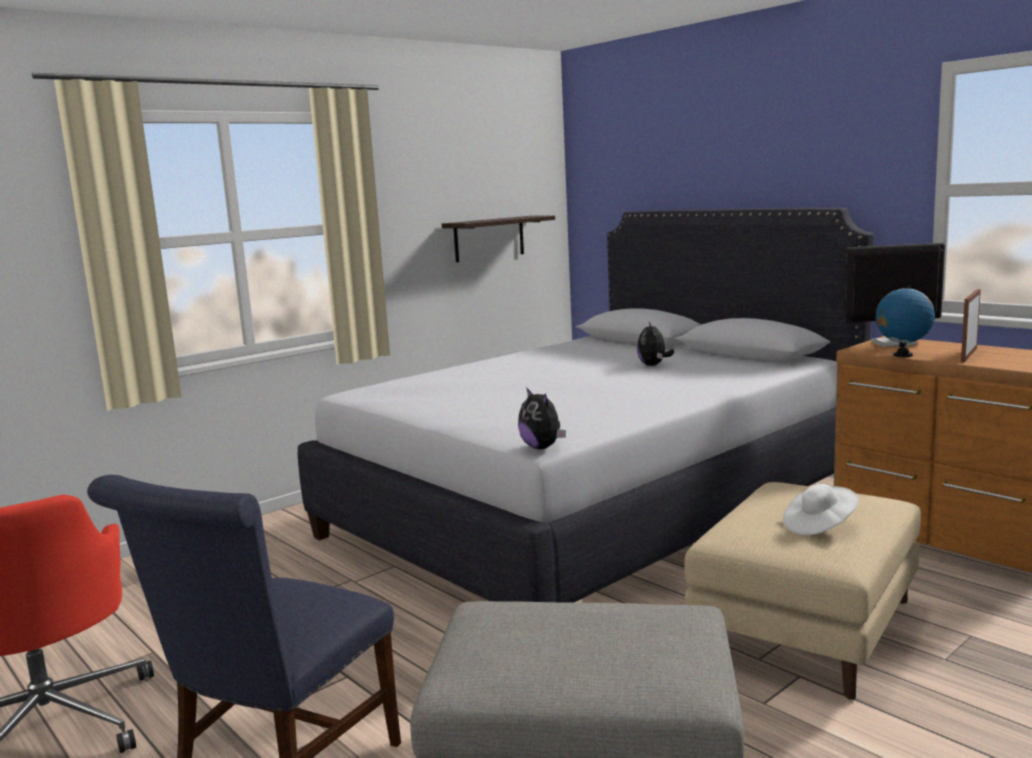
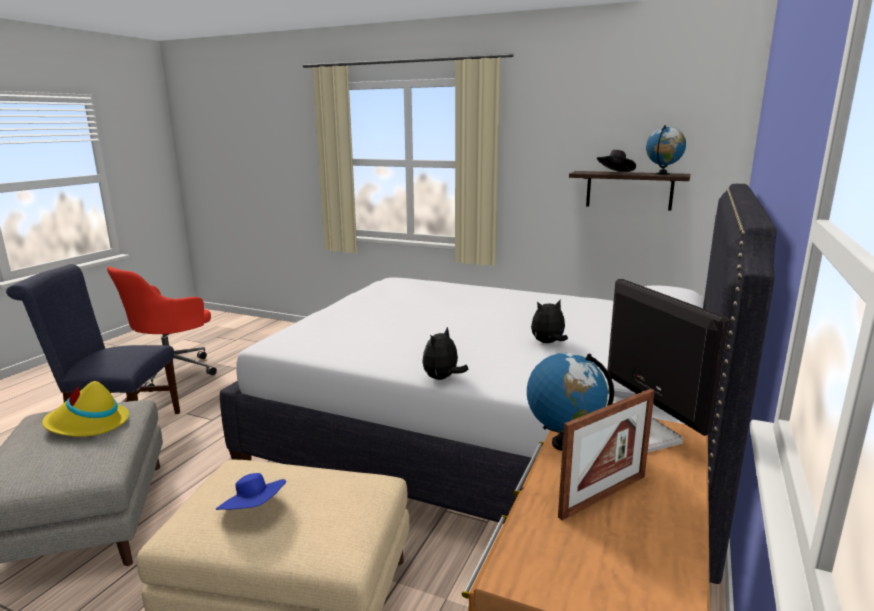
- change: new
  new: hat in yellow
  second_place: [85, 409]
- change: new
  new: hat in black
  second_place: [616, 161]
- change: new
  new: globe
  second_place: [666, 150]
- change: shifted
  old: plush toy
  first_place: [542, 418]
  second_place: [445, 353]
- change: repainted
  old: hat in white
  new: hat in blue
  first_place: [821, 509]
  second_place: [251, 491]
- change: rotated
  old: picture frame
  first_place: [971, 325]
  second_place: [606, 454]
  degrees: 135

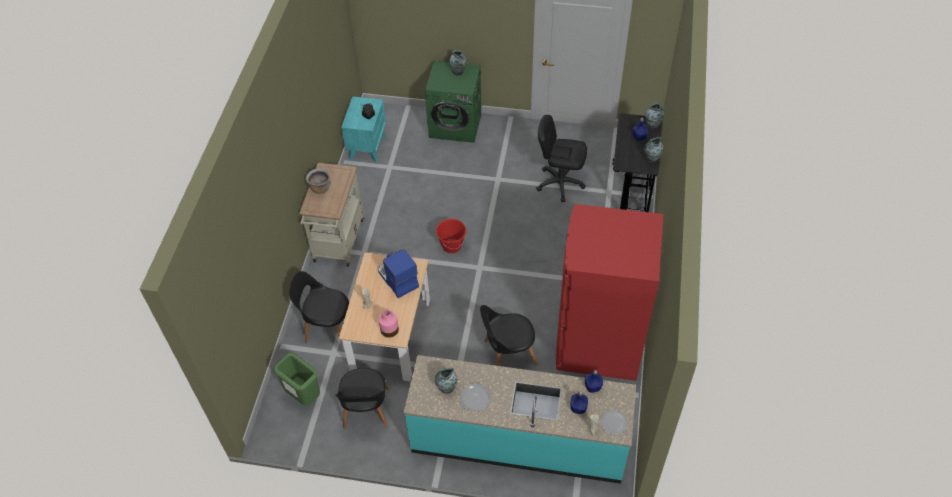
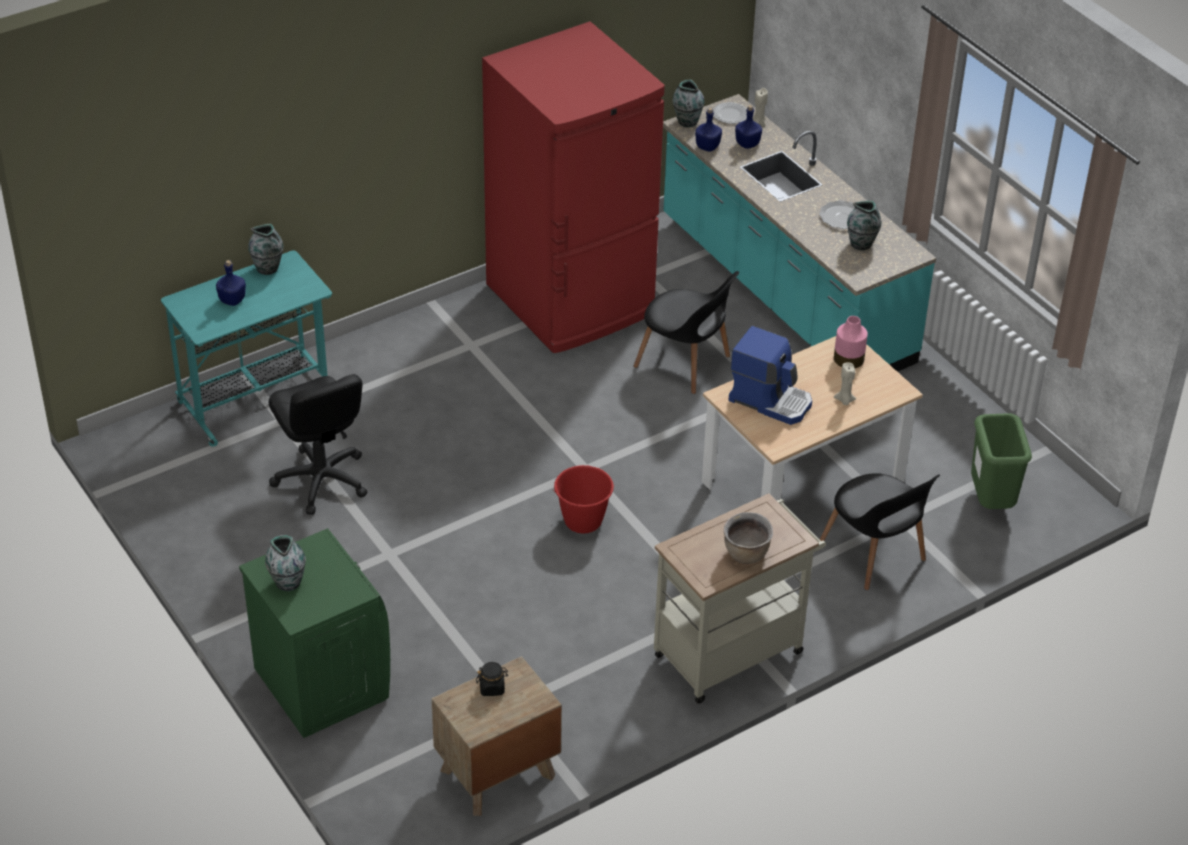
- change: gone
  old: chair in black
  first_place: [362, 398]
- change: shifted
  old: vase
  first_place: [654, 116]
  second_place: [689, 103]
- change: repainted
  old: nightstand in turquoise
  new: nightstand in brown
  first_place: [363, 129]
  second_place: [496, 736]
- change: repainted
  old: desk in black
  new: desk in turquoise
  first_place: [637, 162]
  second_place: [246, 348]
- change: rotated
  old: coffee machine
  first_place: [398, 273]
  second_place: [770, 375]
  degrees: -75

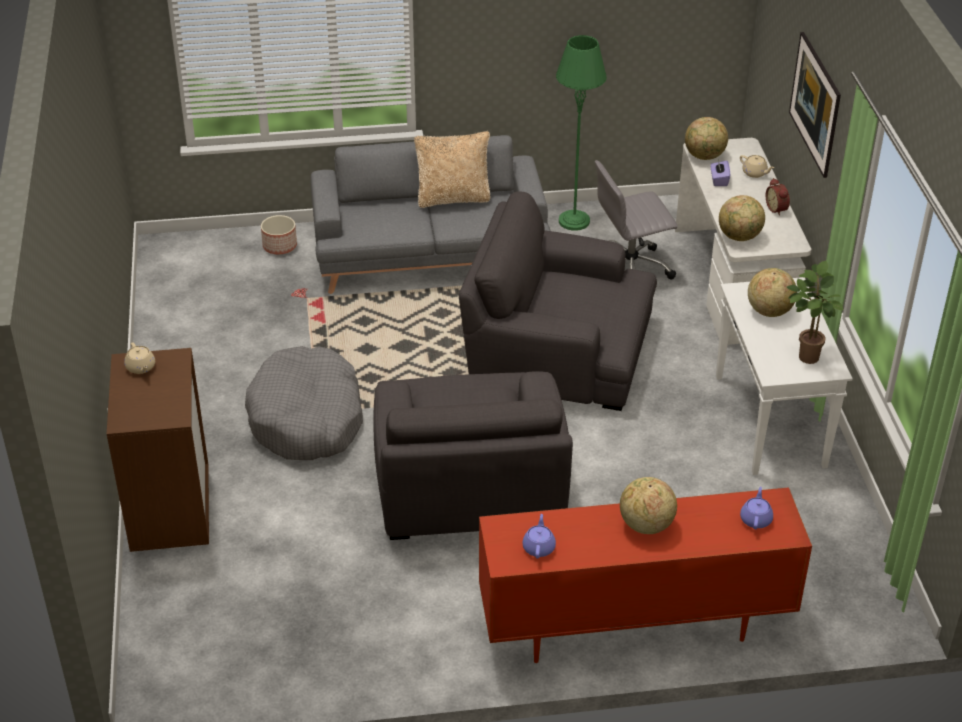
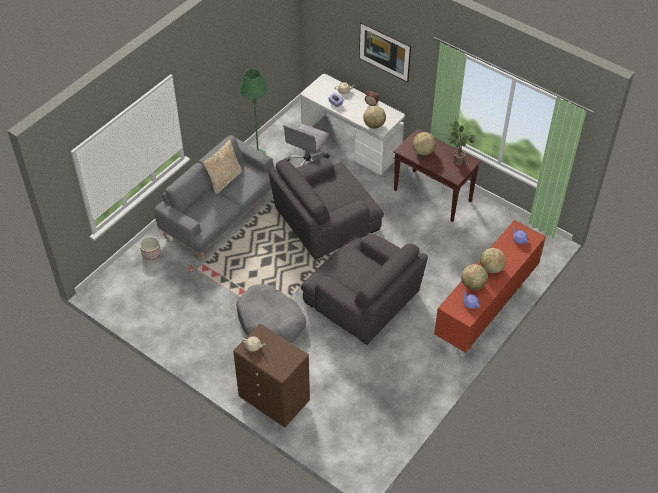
- change: shifted
  old: globe
  first_place: [706, 138]
  second_place: [474, 277]
- change: repainted
  old: console table in white
  new: console table in brown
  first_place: [784, 376]
  second_place: [437, 175]

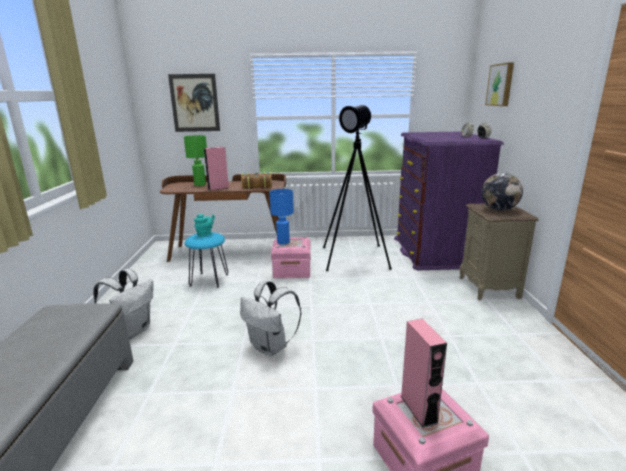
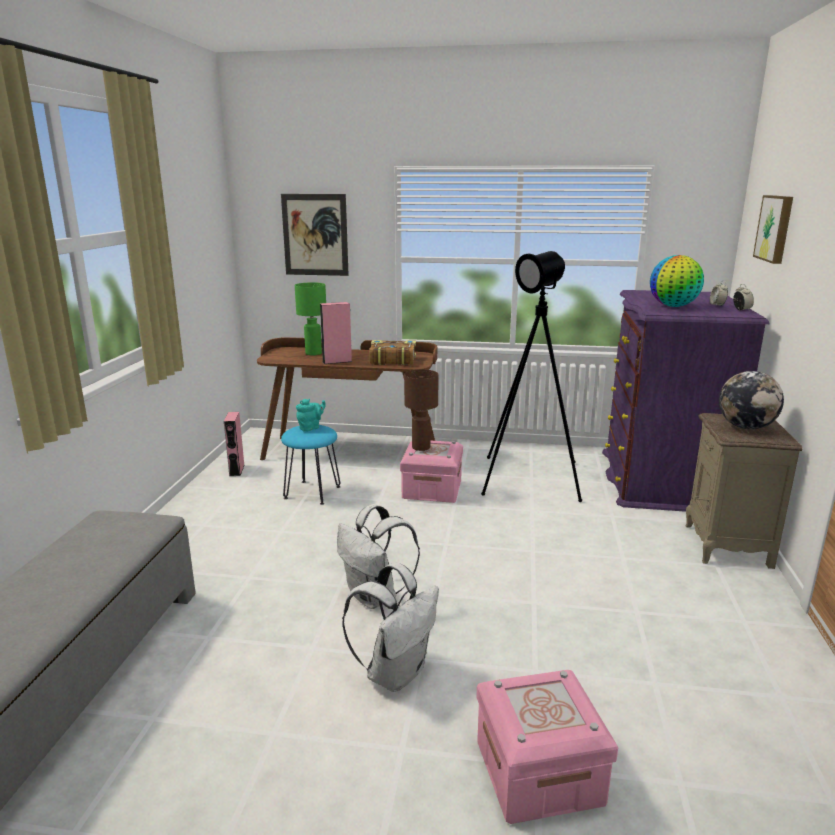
- change: new
  new: globe
  second_place: [677, 281]
- change: shifted
  old: backpack in white
  first_place: [123, 304]
  second_place: [390, 627]
- change: shifted
  old: speaker in pink
  first_place: [424, 373]
  second_place: [234, 444]
- change: repainted
  old: table lamp in blue
  new: table lamp in brown
  first_place: [281, 217]
  second_place: [421, 410]

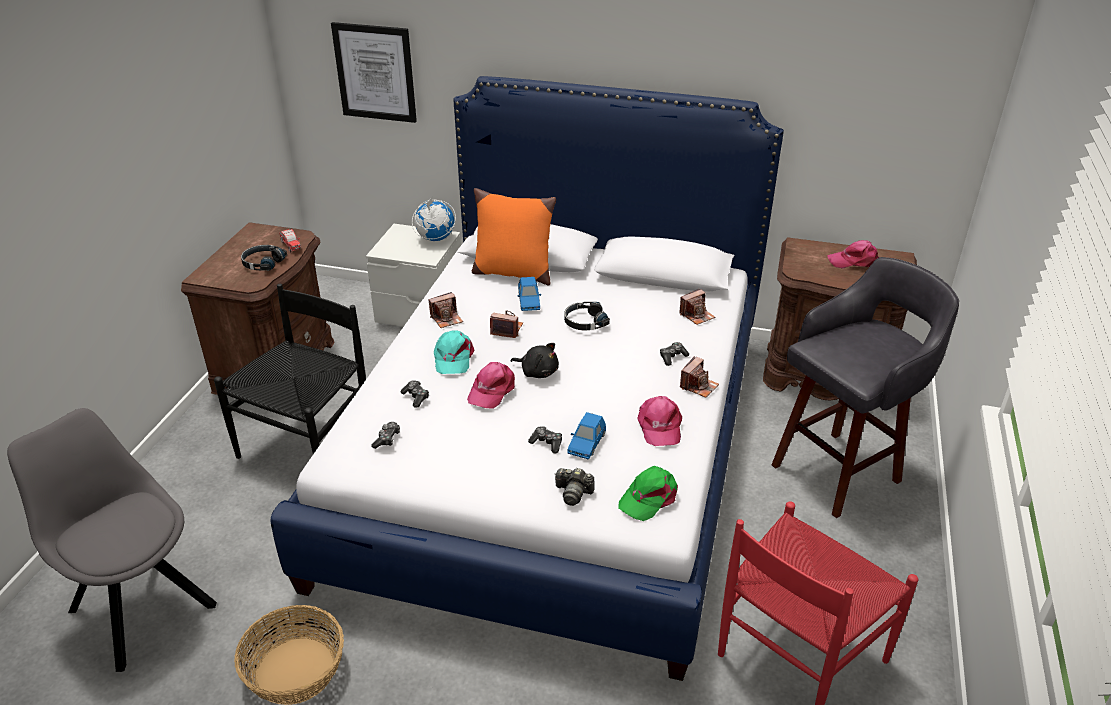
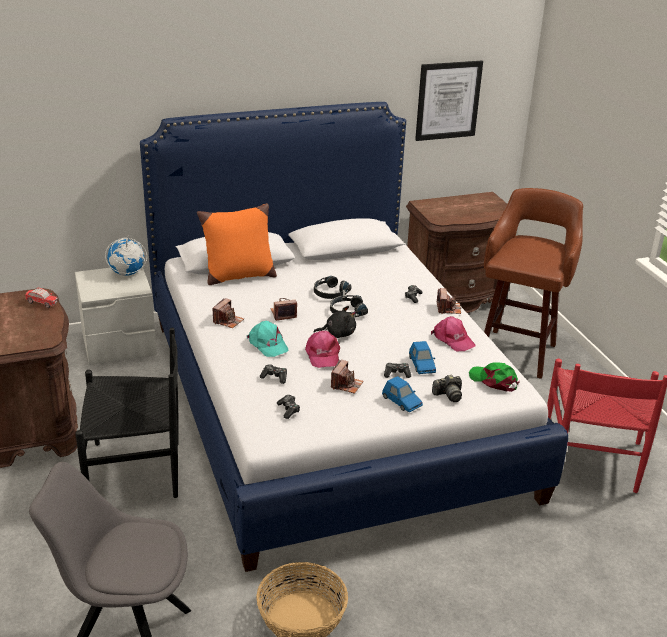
- change: gone
  old: cap in pink
  first_place: [853, 254]
- change: shifted
  old: headphones in black
  first_place: [264, 258]
  second_place: [349, 306]
- change: shifted
  old: picture
  first_place: [374, 72]
  second_place: [449, 100]
- change: shifted
  old: toy car in blue
  first_place: [529, 294]
  second_place: [402, 394]
- change: shifted
  old: photo camera
  first_place: [697, 307]
  second_place: [347, 376]
- change: repainted
  old: stool in grey
  new: stool in brown
  first_place: [865, 387]
  second_place: [533, 283]
- change: rotated
  old: chair in black
  first_place: [290, 371]
  second_place: [126, 413]
  degrees: 90
- change: rotated
  old: cap in green
  first_place: [648, 493]
  second_place: [494, 377]
  degrees: 120

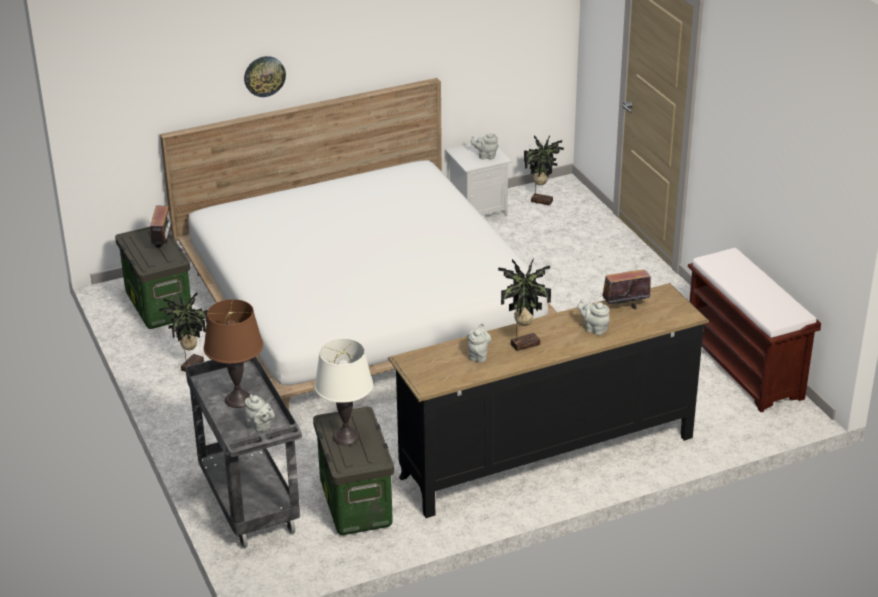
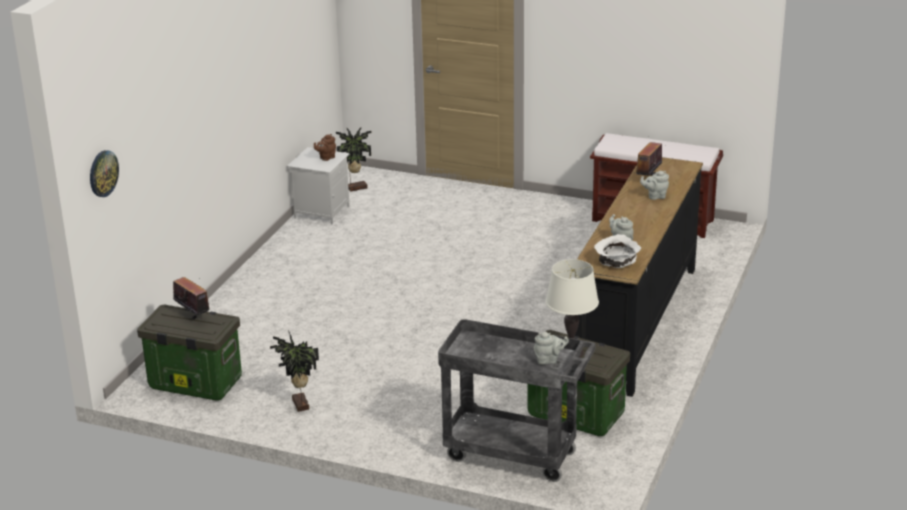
- change: gone
  old: bed in white
  first_place: [359, 244]
- change: gone
  old: table lamp in brown
  first_place: [233, 353]
- change: gone
  old: potted plant
  first_place: [524, 305]
- change: new
  new: bowl in white
  second_place: [617, 251]
- change: shifted
  old: wall clock
  first_place: [265, 76]
  second_place: [104, 173]
- change: repainted
  old: teapot in grey
  new: teapot in brown
  first_place: [484, 146]
  second_place: [325, 147]

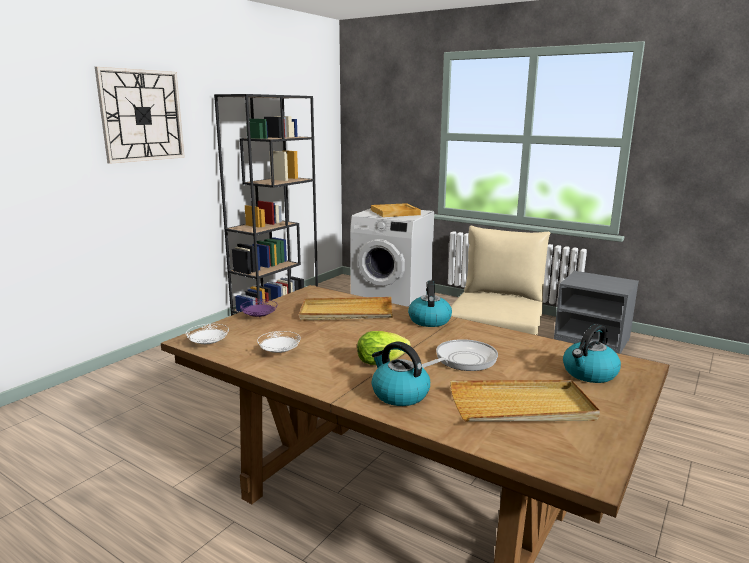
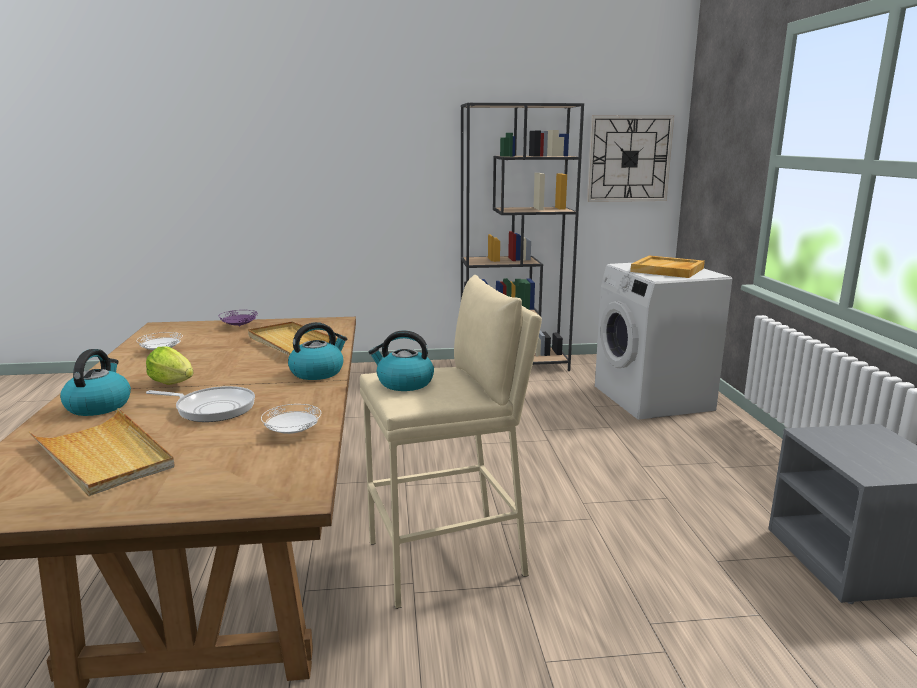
- change: shifted
  old: wall clock
  first_place: [140, 115]
  second_place: [630, 158]
- change: shifted
  old: plate in white
  first_place: [207, 334]
  second_place: [291, 419]
- change: shifted
  old: kettle
  first_place: [592, 353]
  second_place: [401, 361]

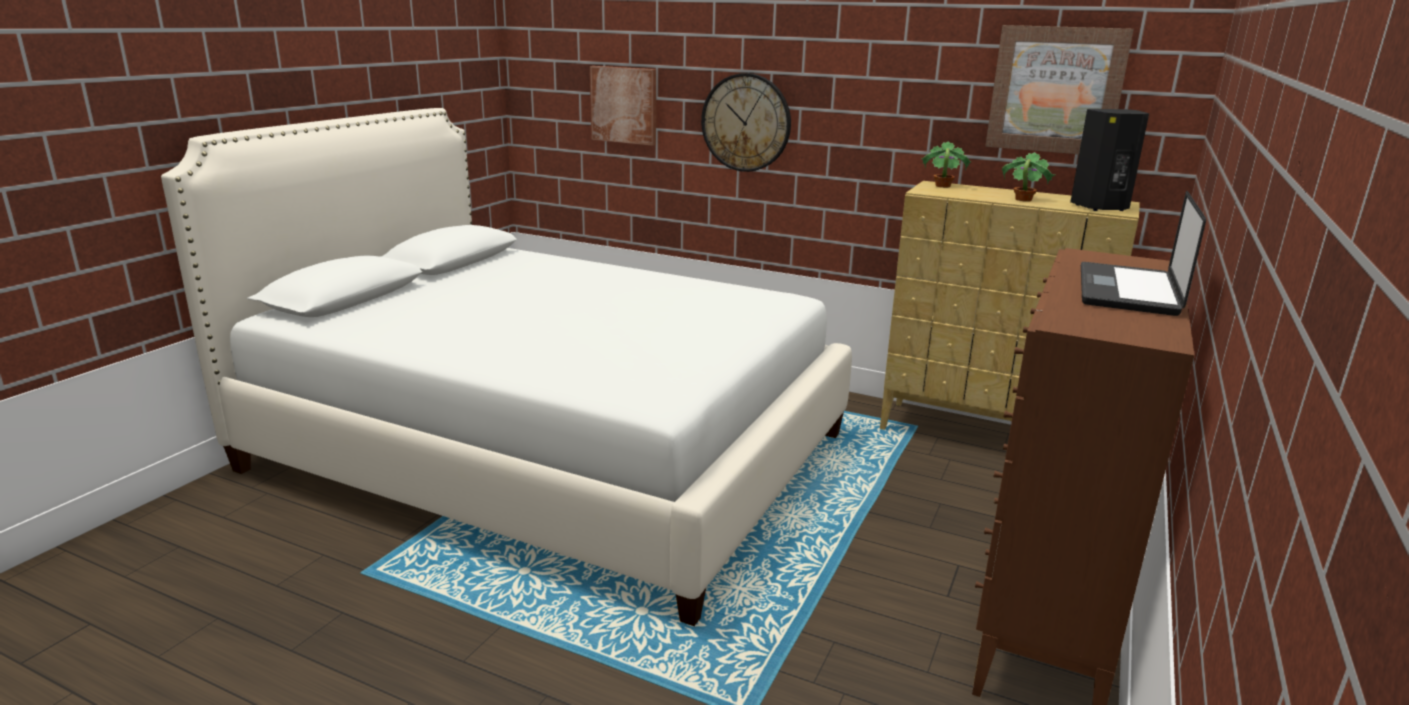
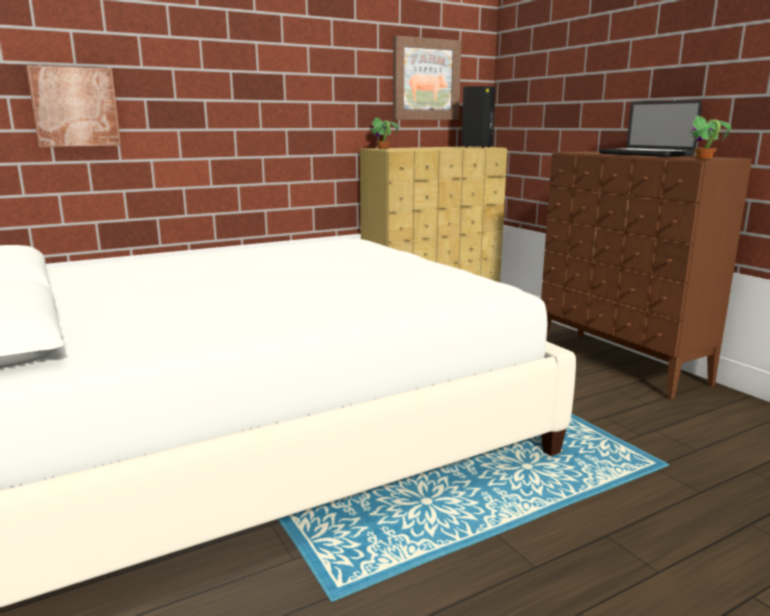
- change: gone
  old: wall clock
  first_place: [746, 122]
- change: shifted
  old: potted plant
  first_place: [1028, 177]
  second_place: [710, 137]

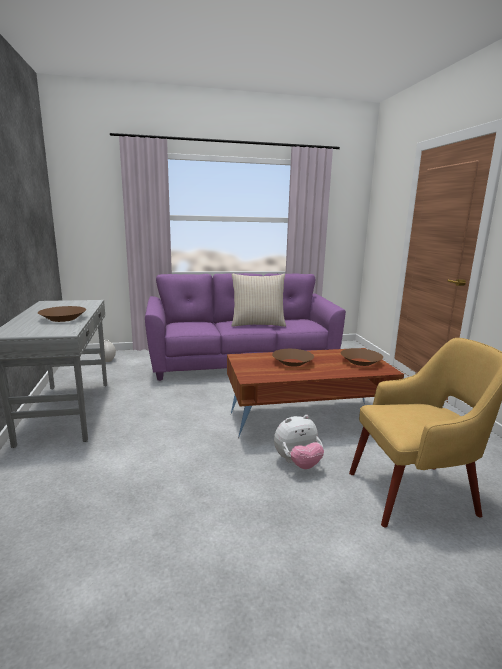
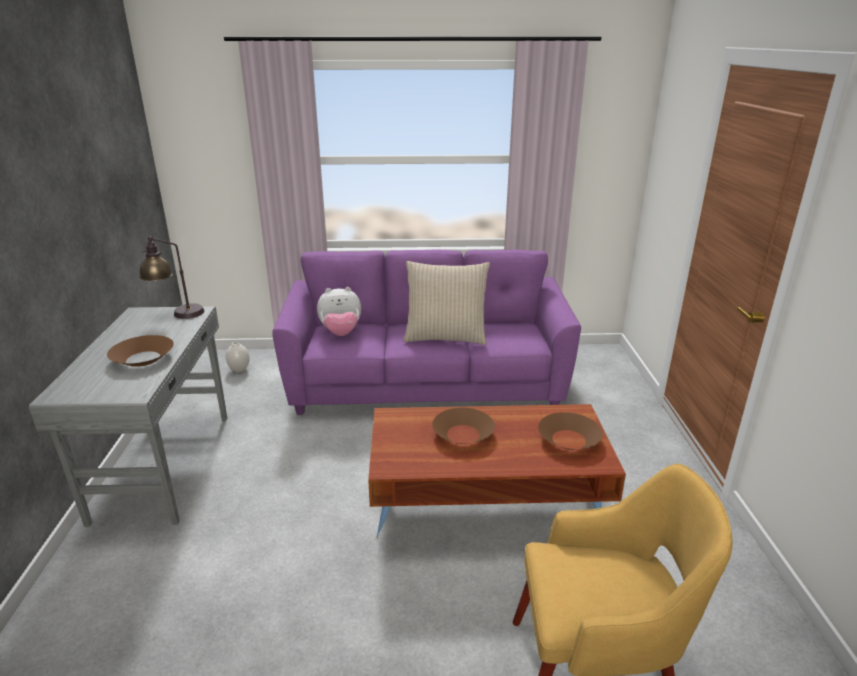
- change: new
  new: table lamp
  second_place: [171, 277]
- change: shifted
  old: plush toy
  first_place: [299, 442]
  second_place: [339, 311]

